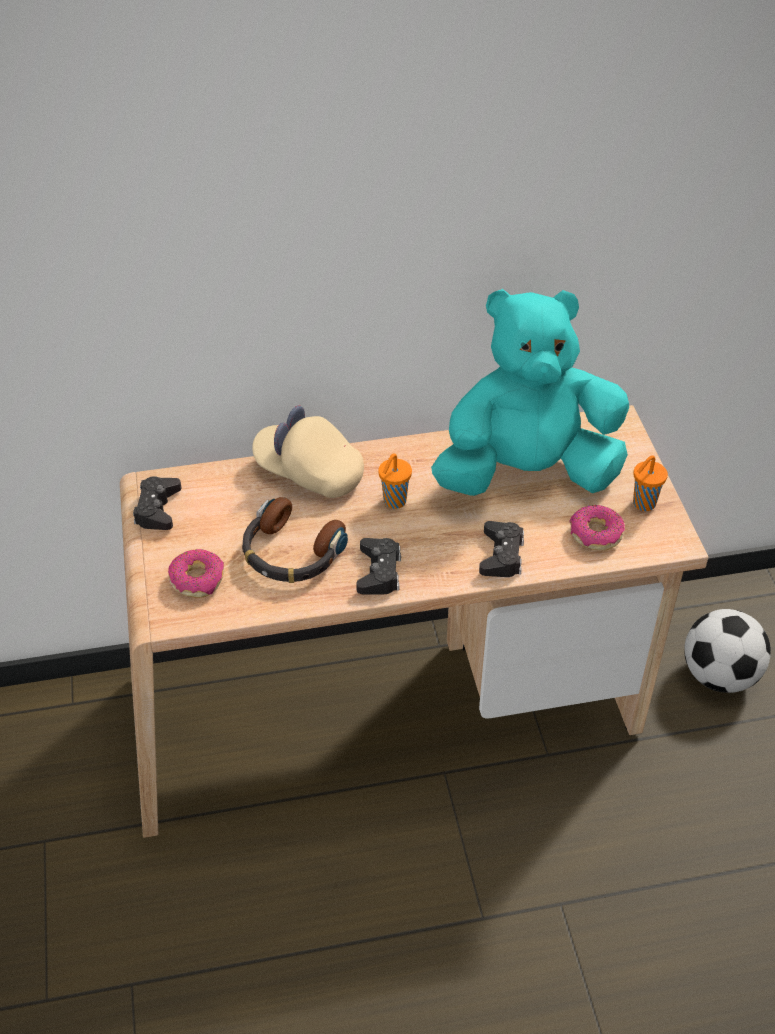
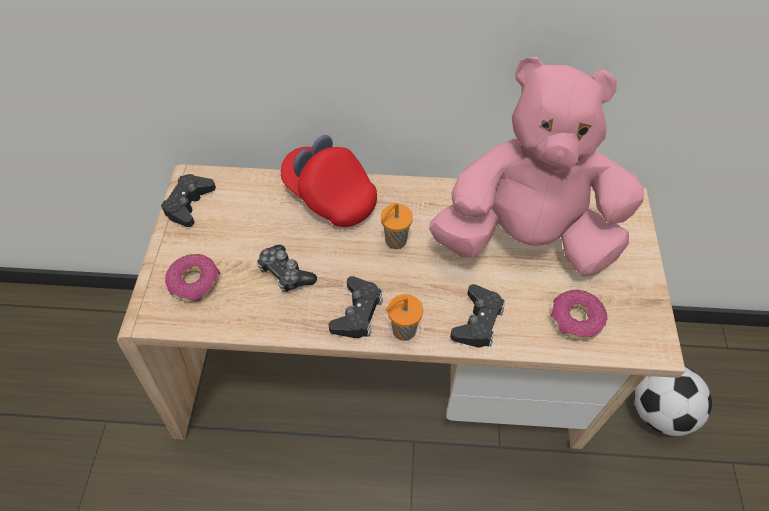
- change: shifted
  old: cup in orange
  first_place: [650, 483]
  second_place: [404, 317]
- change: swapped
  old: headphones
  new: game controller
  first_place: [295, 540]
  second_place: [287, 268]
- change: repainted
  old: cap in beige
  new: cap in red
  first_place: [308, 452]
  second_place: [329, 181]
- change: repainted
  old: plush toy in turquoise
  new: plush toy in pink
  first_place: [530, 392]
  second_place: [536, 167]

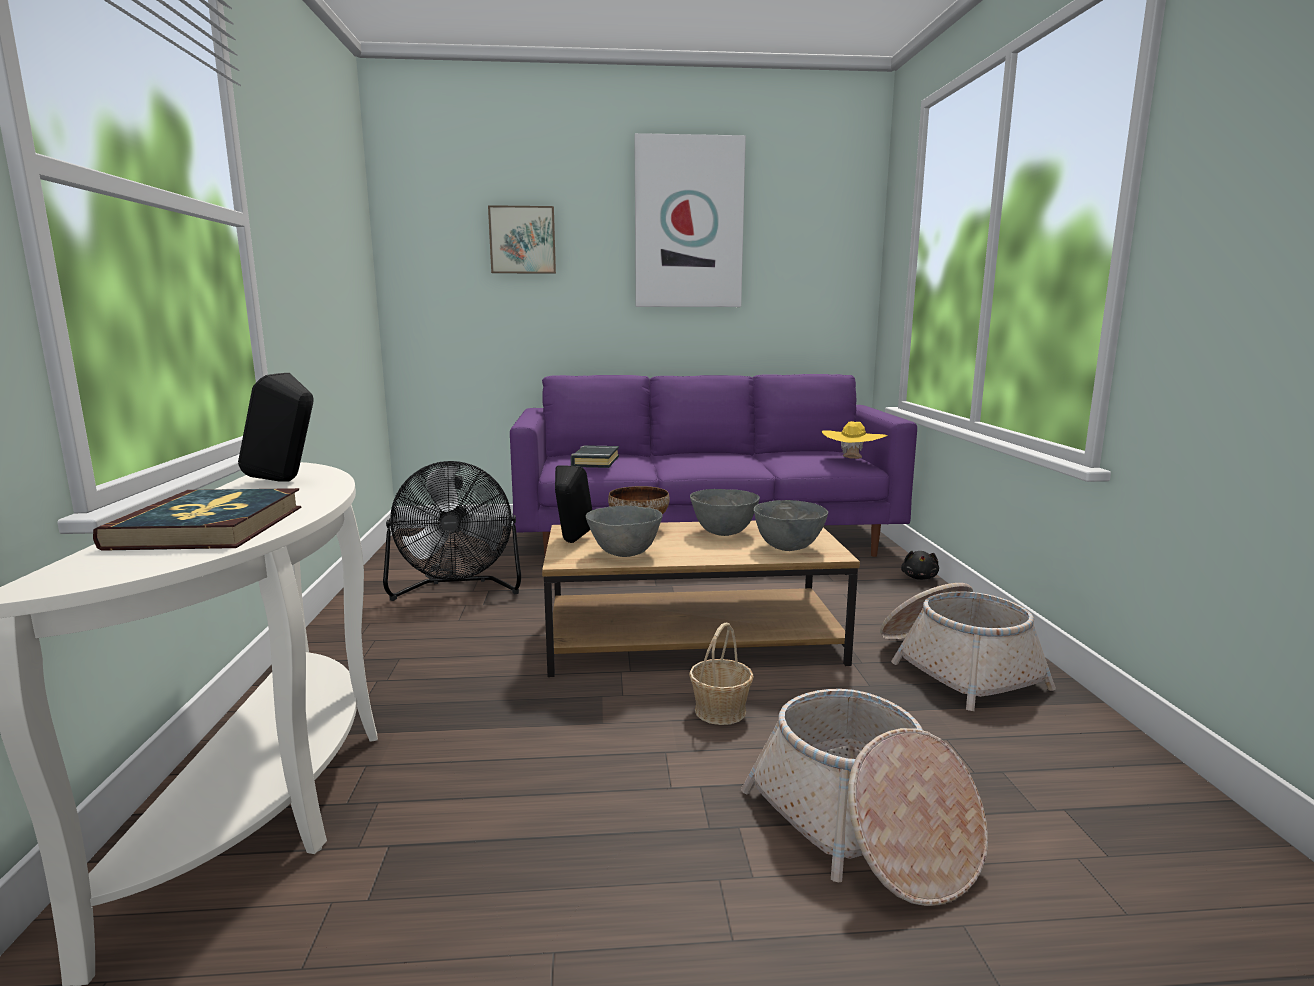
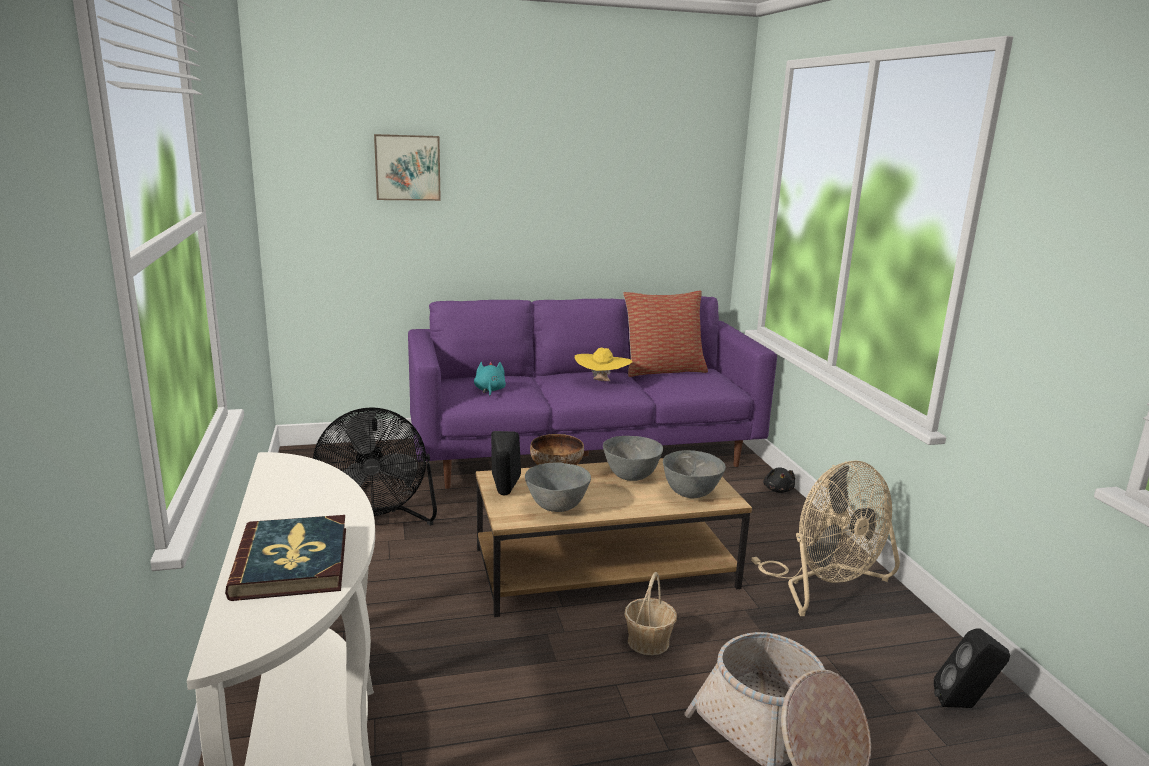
- change: gone
  old: picture
  first_place: [690, 220]
- change: new
  new: pillow
  second_place: [665, 334]
- change: shifted
  old: speaker in black
  first_place: [276, 427]
  second_place: [972, 668]
- change: shifted
  old: hat in yellow
  first_place: [855, 440]
  second_place: [603, 364]
- change: swapped
  old: book in black
  new: plush toy in turquoise
  first_place: [595, 456]
  second_place: [490, 378]
- change: swapped
  old: basket
  new: fan in beige
  first_place: [968, 647]
  second_place: [825, 538]

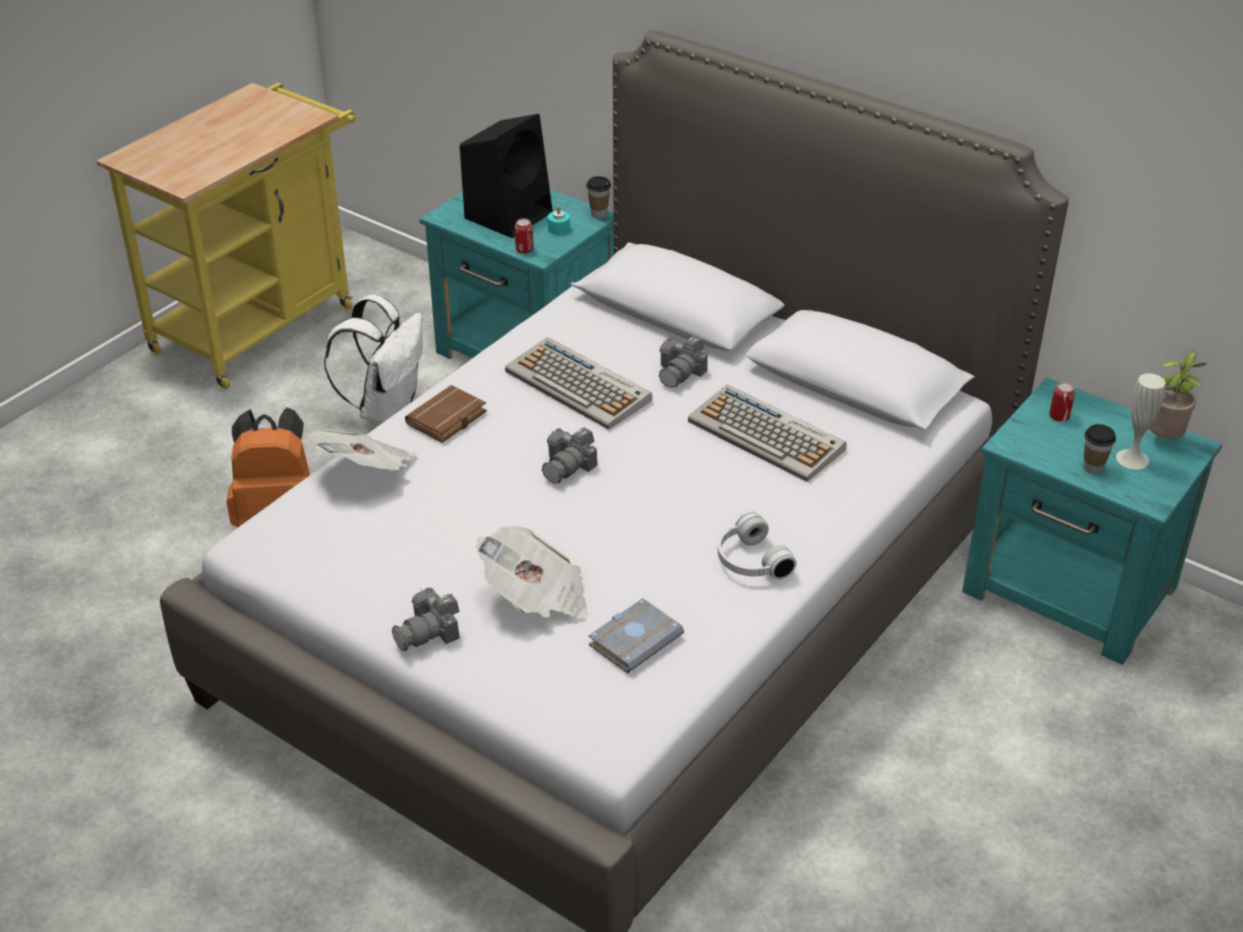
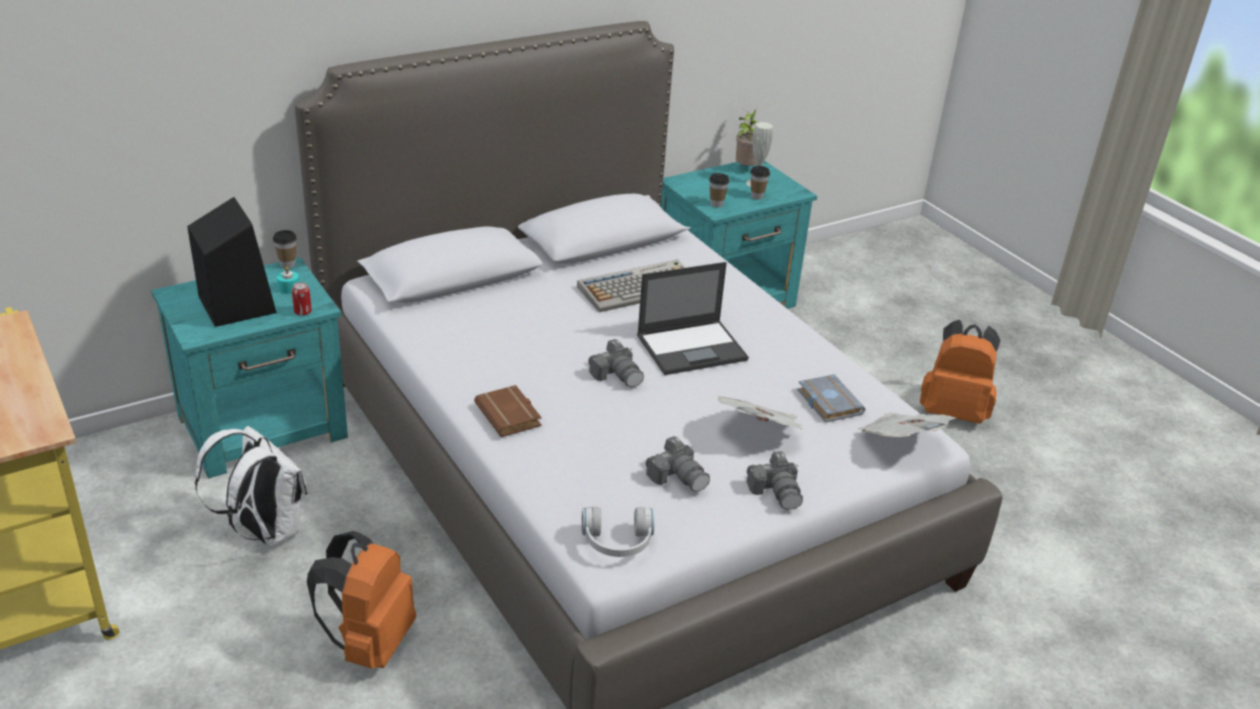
- change: gone
  old: keyboard
  first_place: [578, 383]
- change: gone
  old: can
  first_place: [1062, 402]
- change: new
  new: laptop
  second_place: [693, 318]
- change: new
  new: cup
  second_place: [719, 190]
- change: new
  new: backpack in orange
  second_place: [960, 372]
- change: shifted
  old: newspaper
  first_place: [362, 450]
  second_place: [907, 425]
- change: shifted
  old: photo camera
  first_place: [683, 362]
  second_place: [678, 464]
- change: shifted
  old: headphones in white
  first_place: [757, 546]
  second_place: [618, 532]

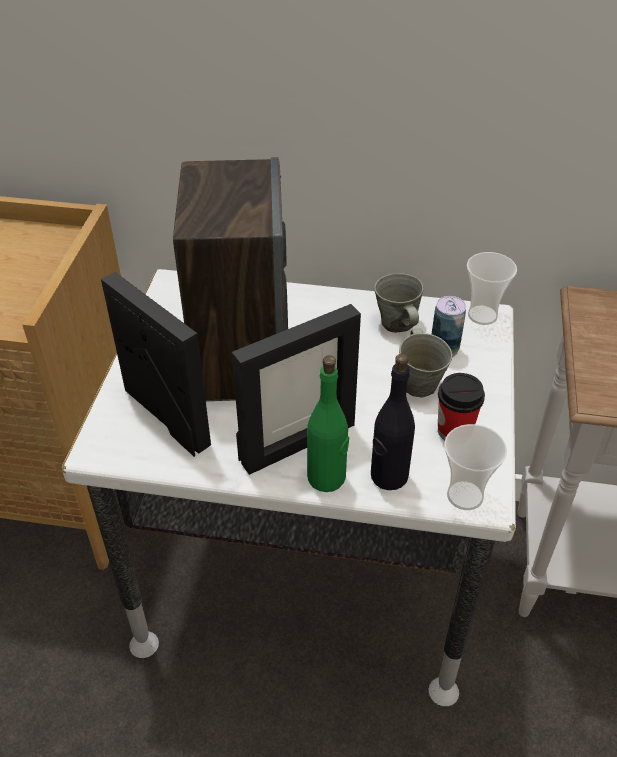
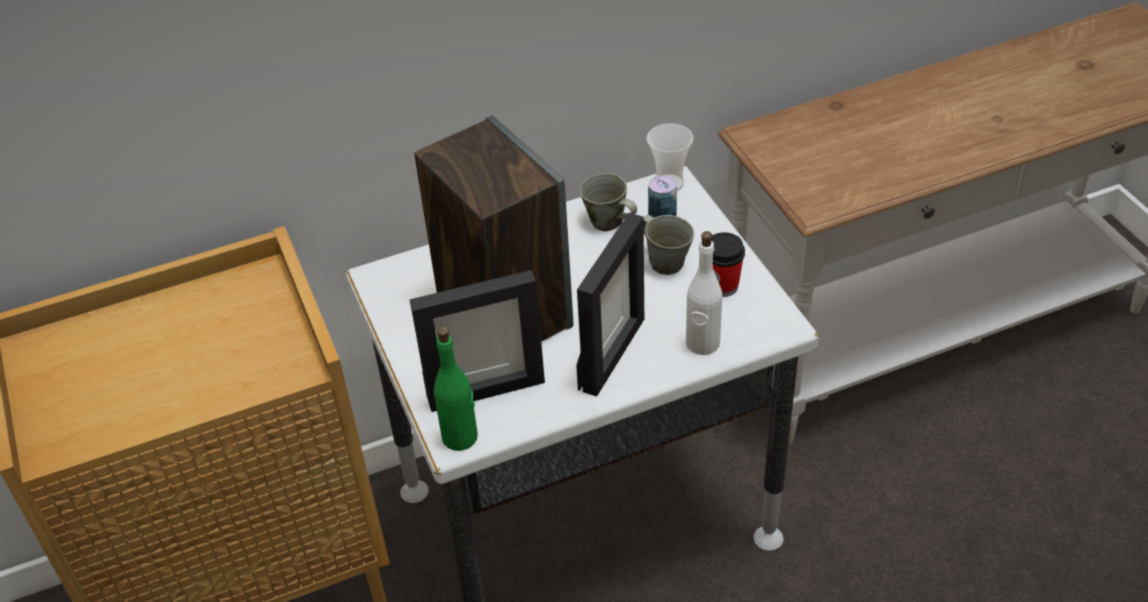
- change: gone
  old: cup
  first_place: [475, 467]
- change: shifted
  old: bottle in green
  first_place: [328, 423]
  second_place: [456, 388]
- change: repainted
  old: bottle in black
  new: bottle in white
  first_place: [393, 422]
  second_place: [704, 293]
- change: rotated
  old: picture frame
  first_place: [156, 364]
  second_place: [477, 341]
  degrees: 150

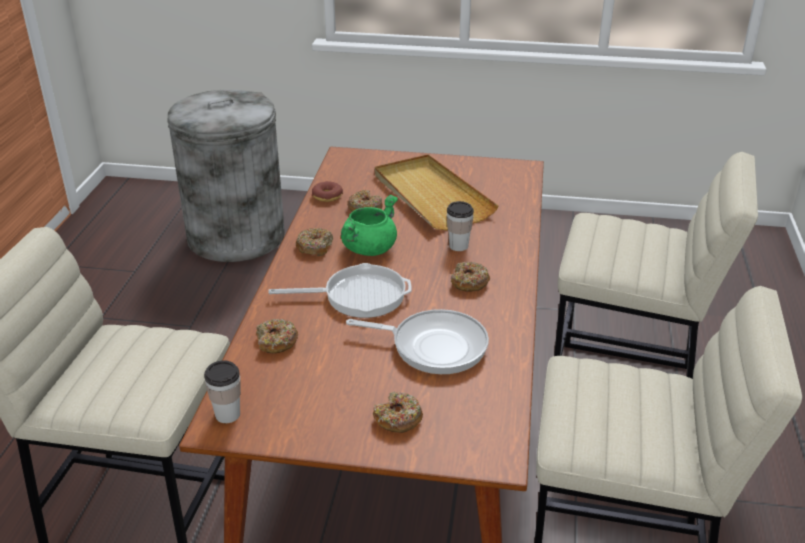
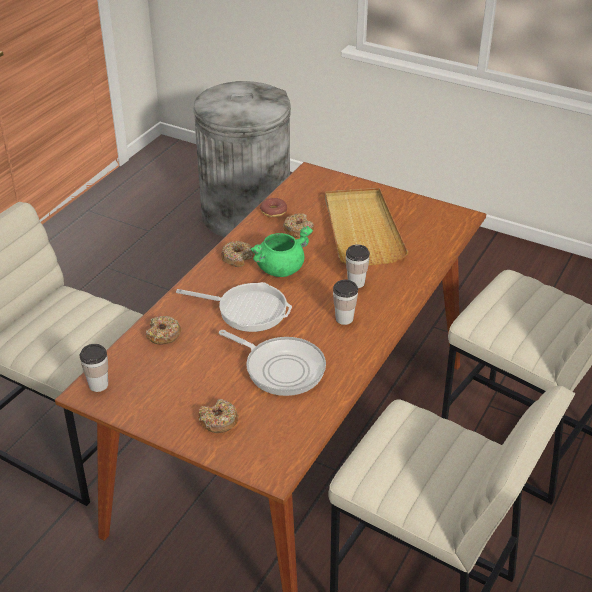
- change: swapped
  old: donut
  new: cup
  first_place: [470, 277]
  second_place: [345, 302]

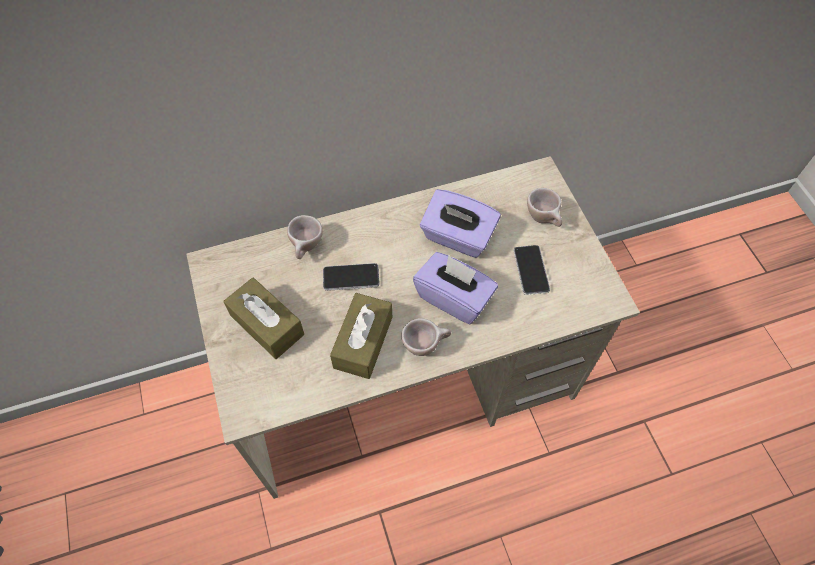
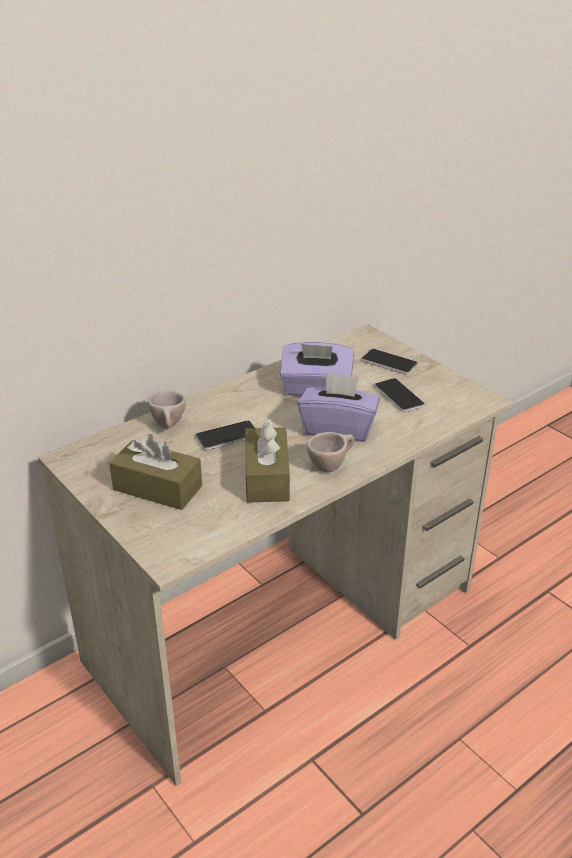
- change: swapped
  old: cup in beige
  new: phone
  first_place: [544, 207]
  second_place: [389, 362]

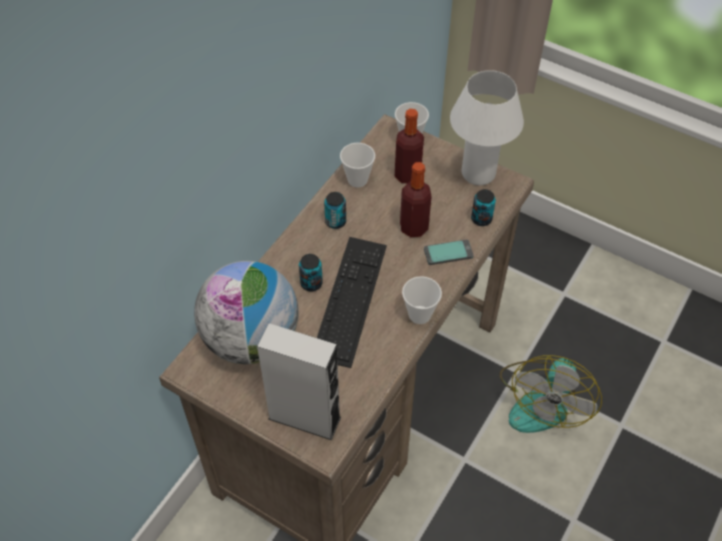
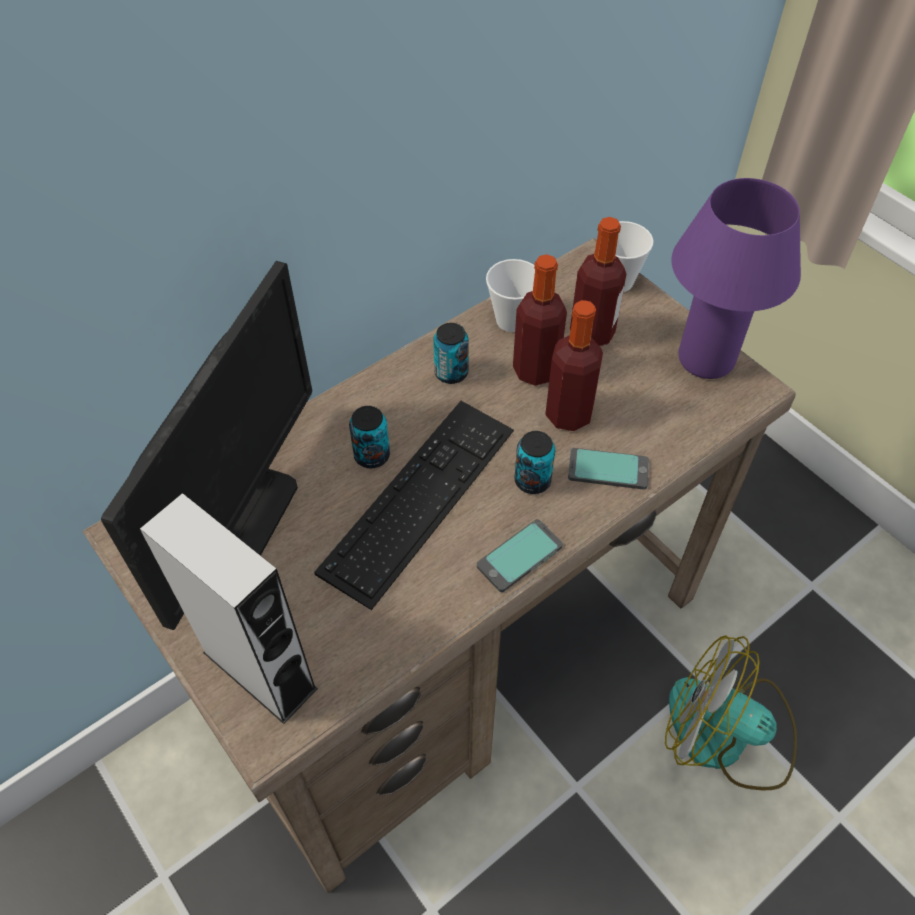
- change: new
  new: bottle
  second_place: [540, 320]
- change: shifted
  old: can
  first_place: [483, 207]
  second_place: [535, 462]
- change: swapped
  old: globe
  new: monitor
  first_place: [246, 312]
  second_place: [206, 445]
- change: swapped
  old: cup
  new: phone
  first_place: [422, 300]
  second_place: [520, 555]
- change: repainted
  old: table lamp in white
  new: table lamp in purple
  first_place: [487, 127]
  second_place: [736, 278]
- change: rotated
  old: fan
  first_place: [551, 394]
  second_place: [731, 712]
  degrees: 75

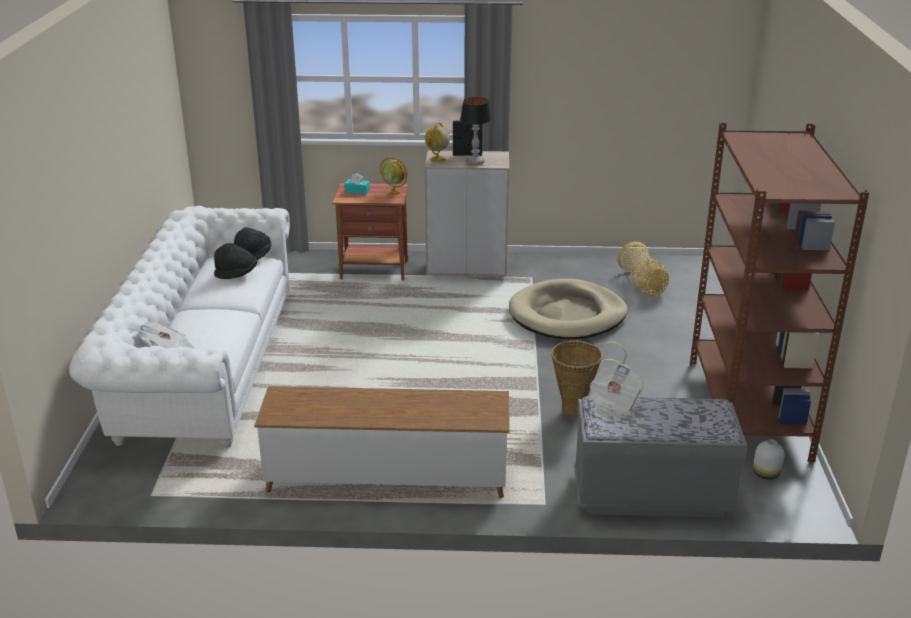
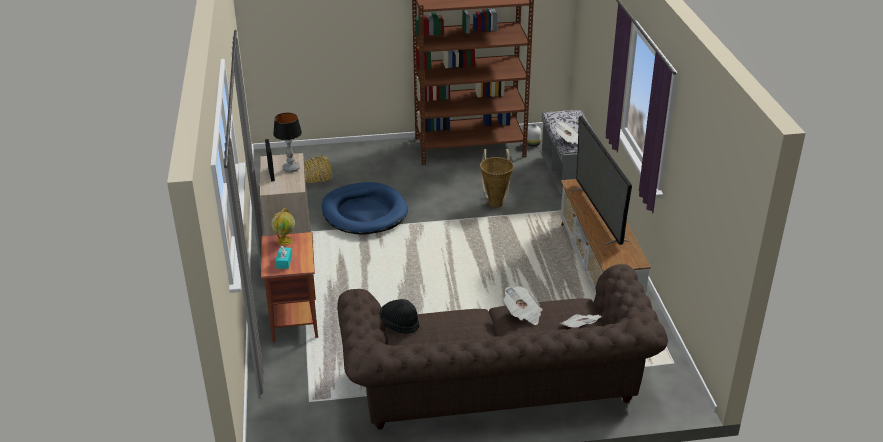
- change: gone
  old: hat in black
  first_place: [235, 261]
- change: gone
  old: globe
  first_place: [437, 142]
- change: new
  new: newspaper
  second_place: [523, 305]
- change: new
  new: television
  second_place: [601, 180]
- change: repainted
  old: sofa in white
  new: sofa in brown
  first_place: [179, 327]
  second_place: [502, 347]
- change: repainted
  old: dog bed in beige
  new: dog bed in blue
  first_place: [568, 309]
  second_place: [365, 208]

